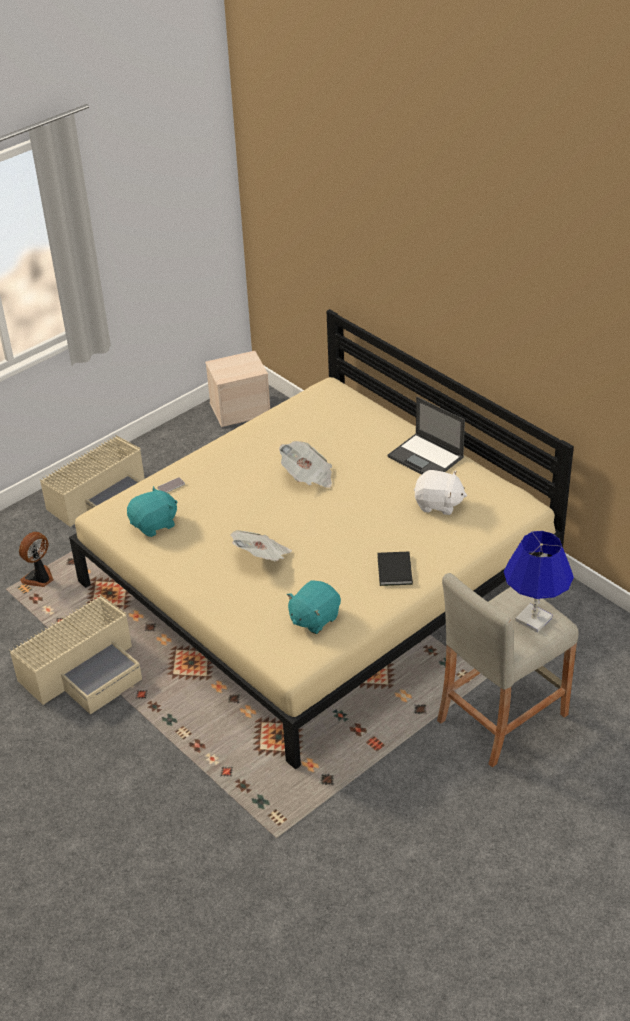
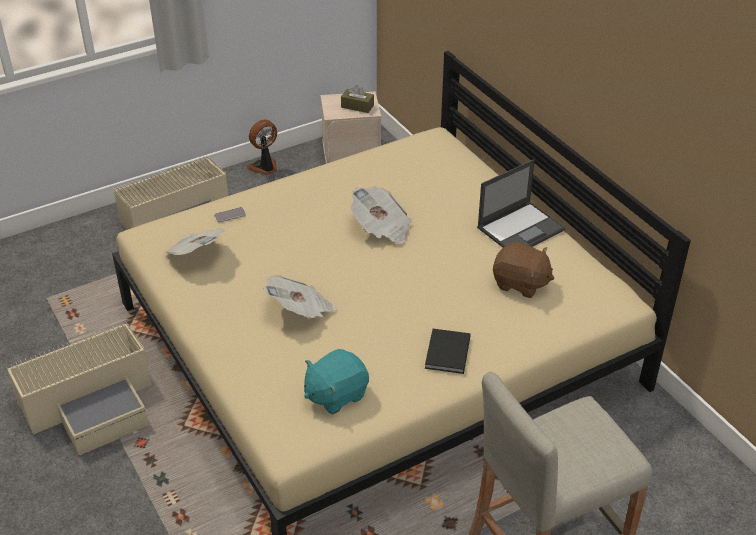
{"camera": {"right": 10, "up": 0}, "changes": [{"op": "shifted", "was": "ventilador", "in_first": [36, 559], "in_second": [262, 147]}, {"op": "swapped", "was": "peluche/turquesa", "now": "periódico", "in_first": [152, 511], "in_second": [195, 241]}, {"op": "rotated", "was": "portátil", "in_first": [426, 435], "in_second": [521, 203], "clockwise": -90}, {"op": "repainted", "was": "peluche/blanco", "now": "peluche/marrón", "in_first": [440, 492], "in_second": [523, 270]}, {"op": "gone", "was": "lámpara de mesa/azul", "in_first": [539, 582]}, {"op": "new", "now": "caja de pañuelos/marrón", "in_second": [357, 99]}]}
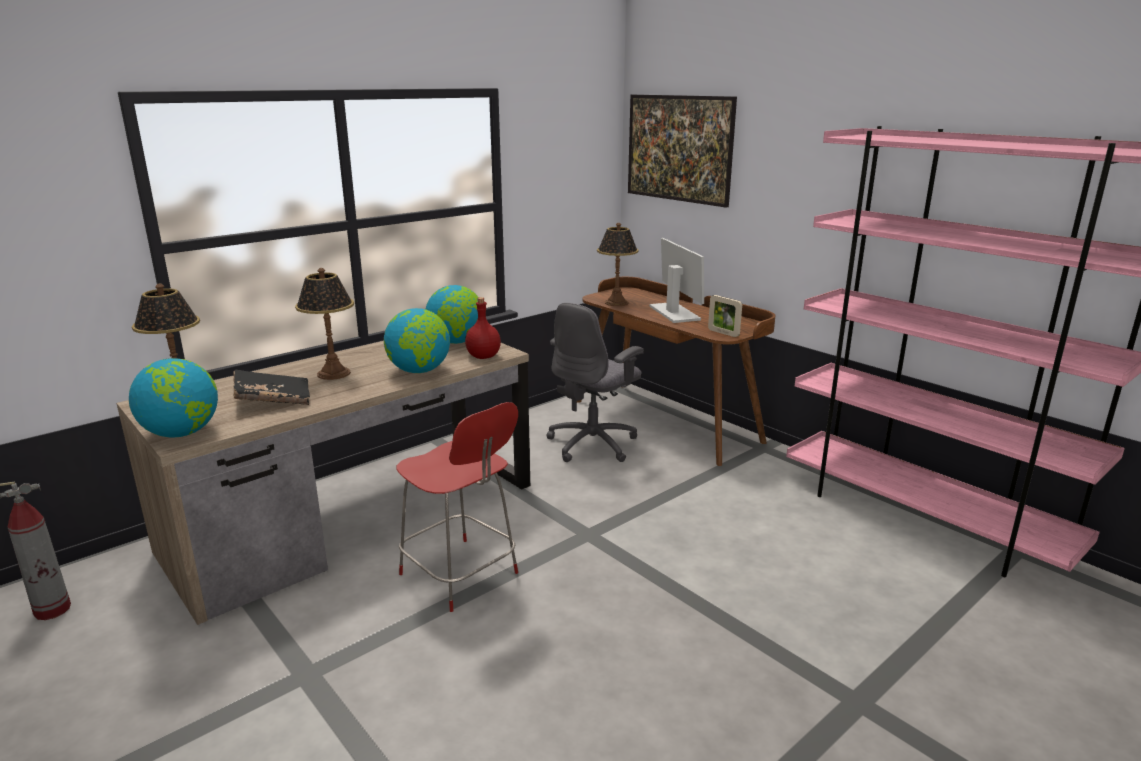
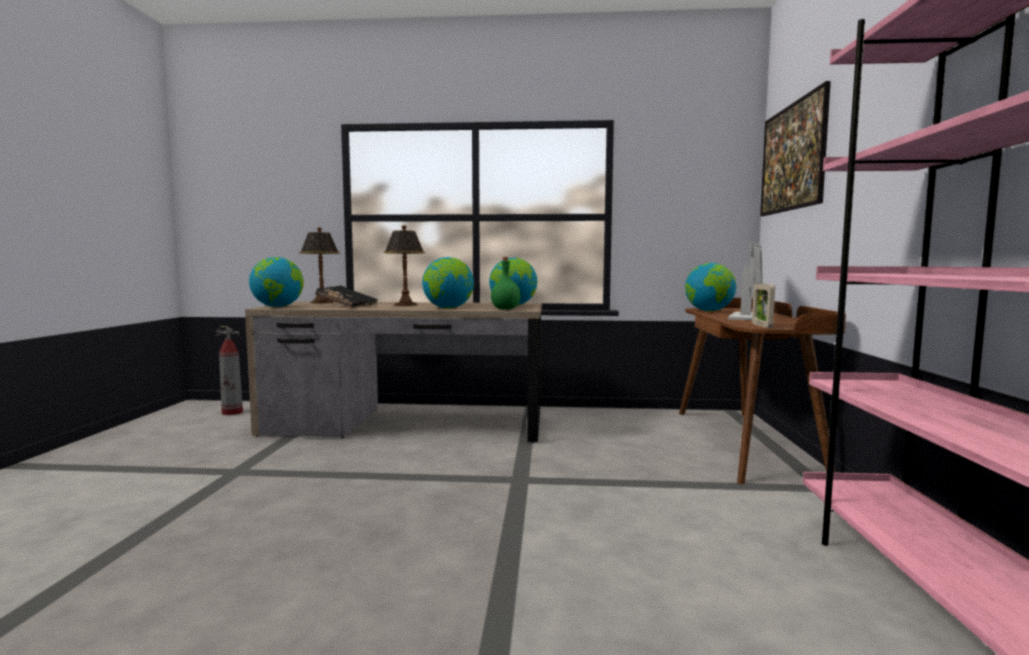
{"camera": {"right": 45, "up": -15}, "changes": [{"op": "gone", "was": "taburete/rojo", "in_first": [457, 507]}, {"op": "repainted", "was": "botella/rojo", "now": "botella/verde", "in_first": [483, 328], "in_second": [506, 283]}, {"op": "gone", "was": "silla de oficina/gris", "in_first": [595, 382]}, {"op": "swapped", "was": "lámpara de mesa", "now": "globo terráqueo", "in_first": [617, 264], "in_second": [710, 287]}]}
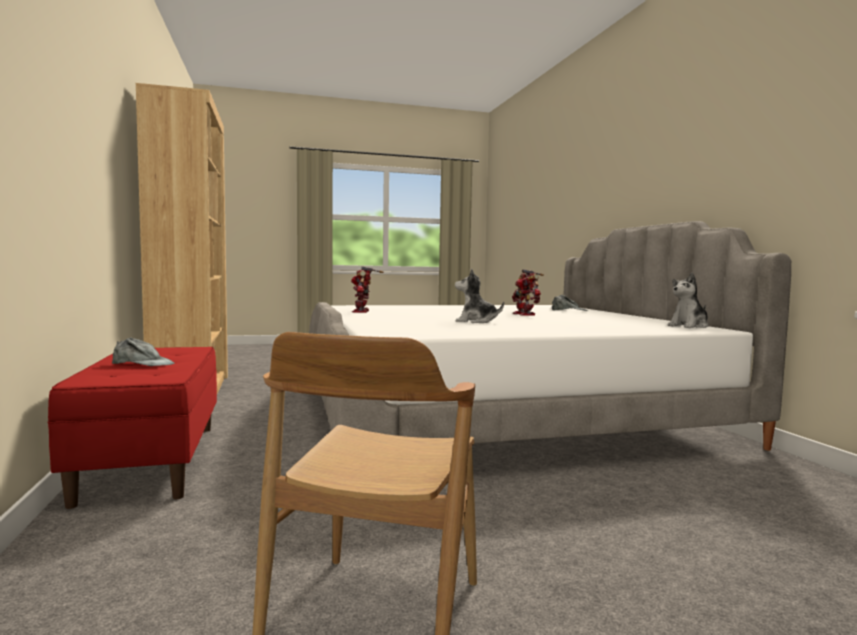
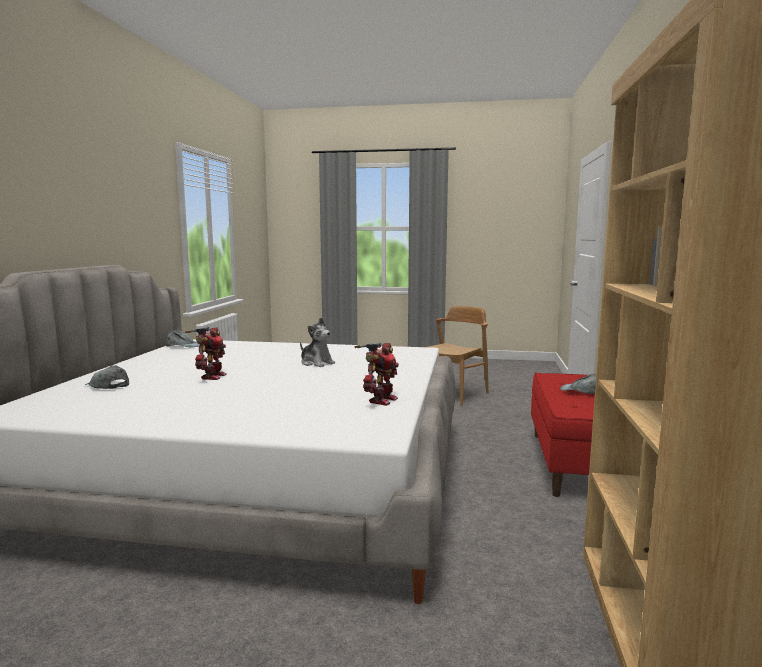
{"camera": {"right": -155, "up": 5}, "changes": [{"op": "swapped", "was": "peluche", "now": "gorra/gris", "in_first": [688, 300], "in_second": [183, 339]}]}
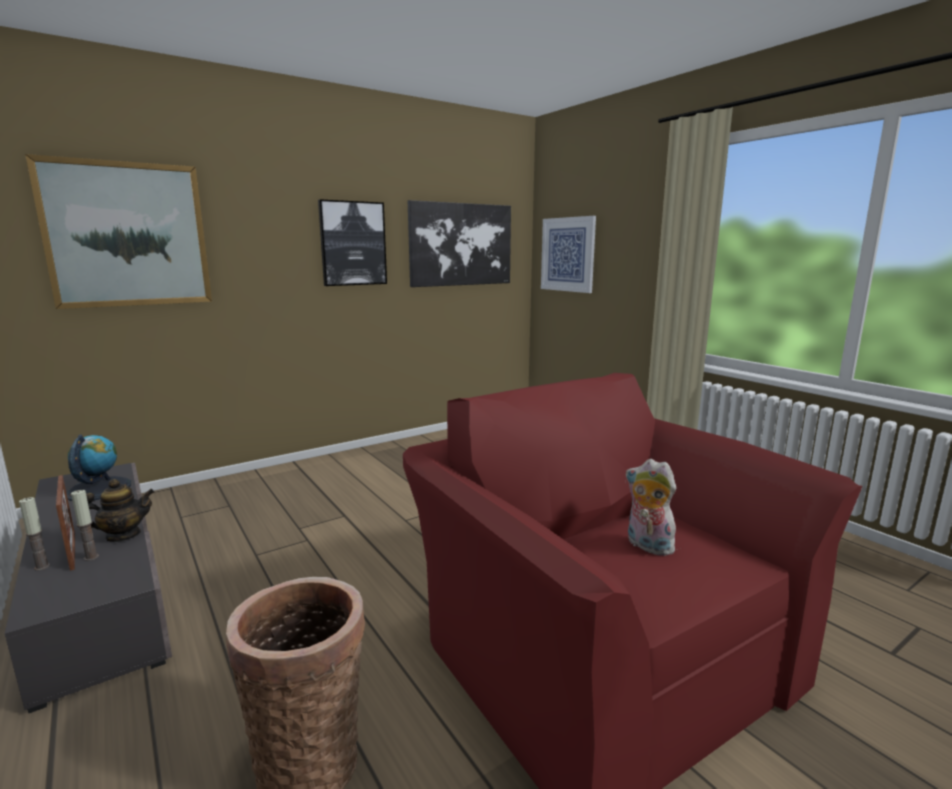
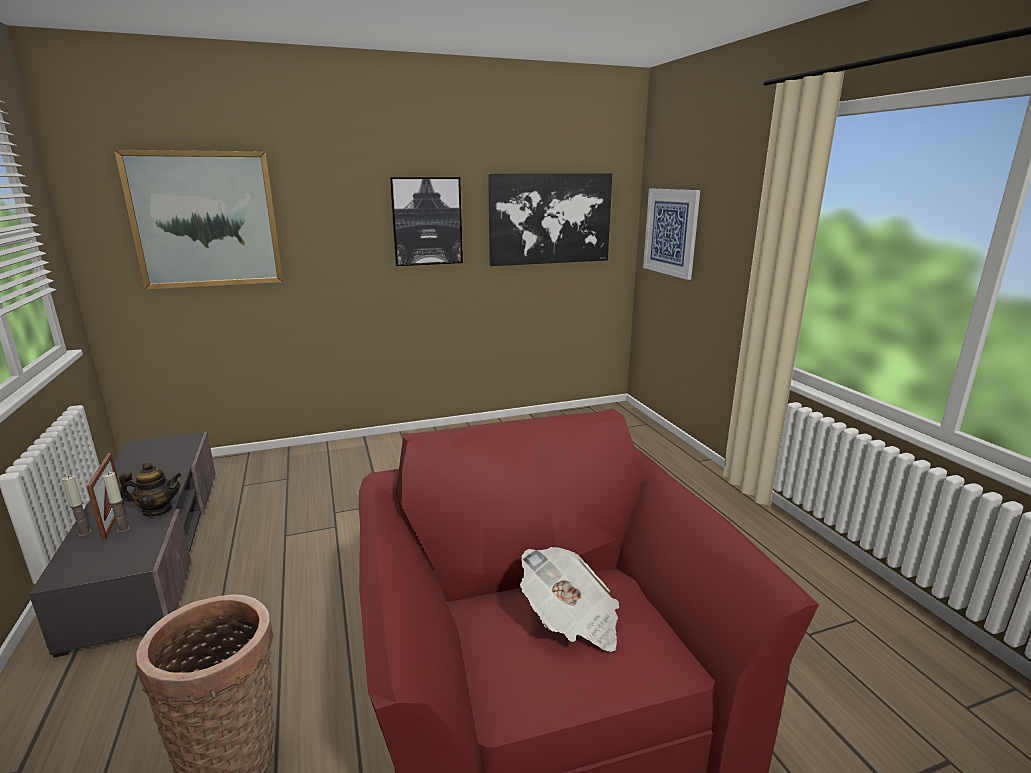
{"camera": {"right": 15, "up": 5}, "changes": [{"op": "gone", "was": "globo terráqueo", "in_first": [98, 468]}, {"op": "swapped", "was": "peluche", "now": "periódico", "in_first": [651, 507], "in_second": [569, 599]}]}
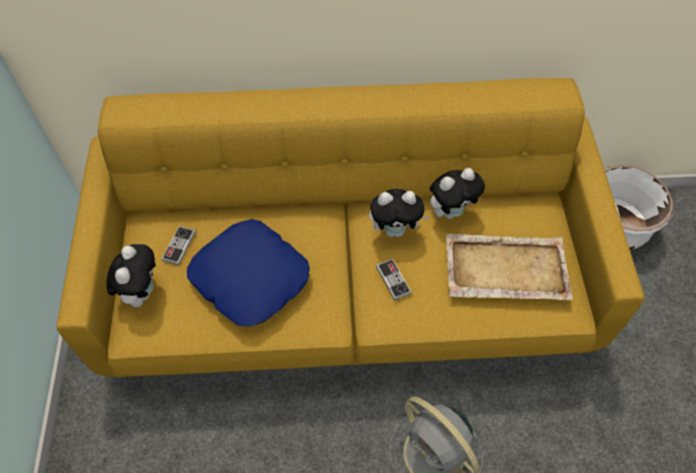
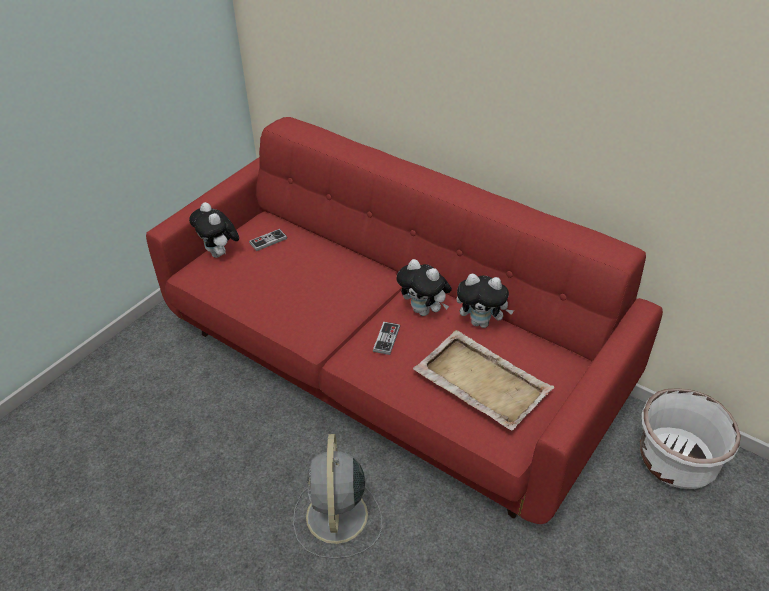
{"camera": {"right": 40, "up": -15}, "changes": [{"op": "repainted", "was": "sofá/amarillo", "now": "sofá/rojo", "in_first": [350, 227], "in_second": [404, 320]}, {"op": "rotated", "was": "peluche", "in_first": [131, 275], "in_second": [214, 230], "clockwise": 105}, {"op": "gone", "was": "cojín/azul", "in_first": [248, 273]}]}
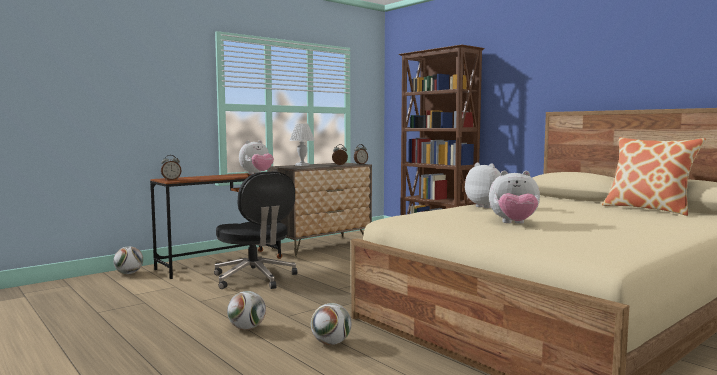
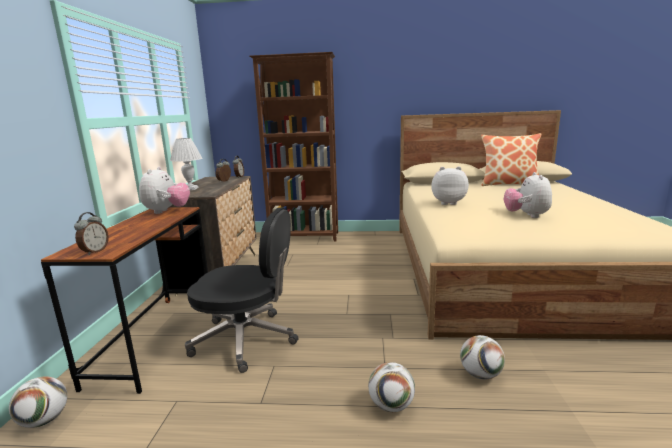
{"camera": {"right": -45, "up": 10}, "changes": [{"op": "rotated", "was": "peluche", "in_first": [514, 197], "in_second": [527, 195], "clockwise": 135}]}
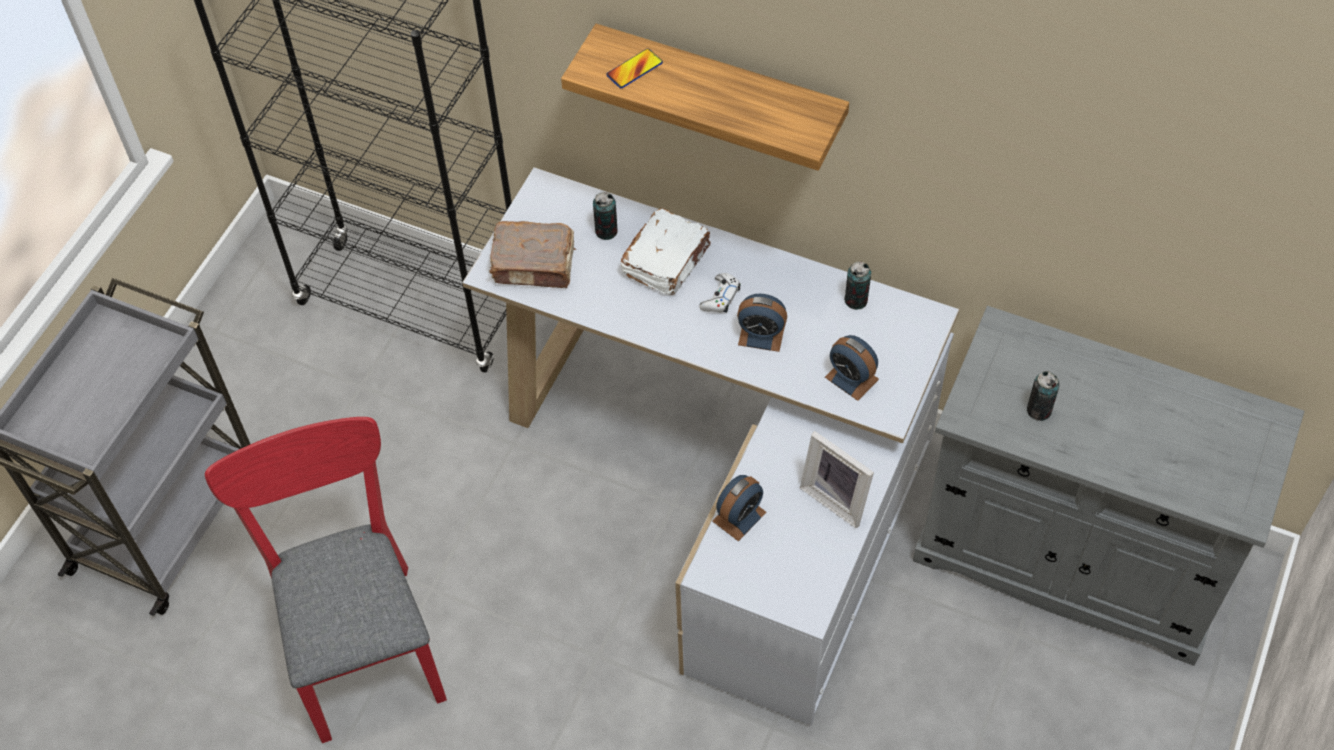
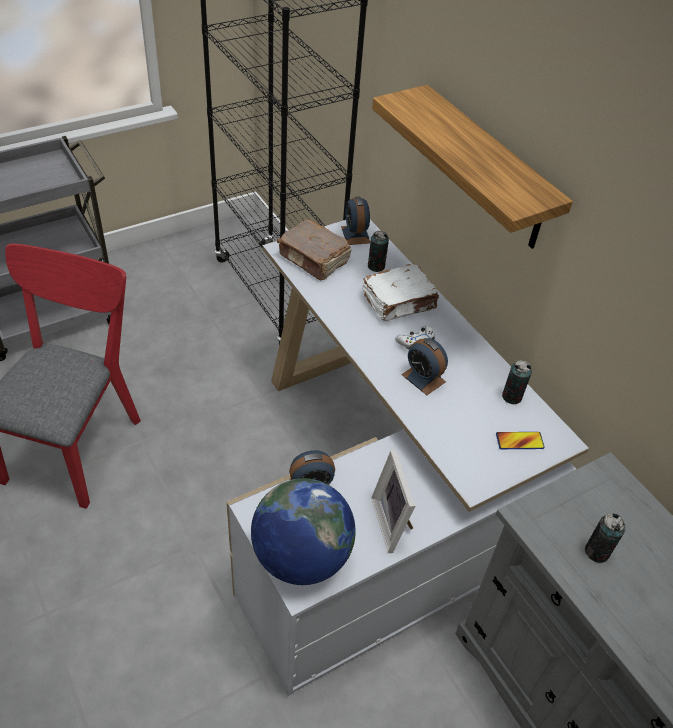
{"camera": {"right": 30, "up": -10}, "changes": [{"op": "shifted", "was": "móvil", "in_first": [634, 68], "in_second": [520, 440]}, {"op": "shifted", "was": "despertador", "in_first": [852, 368], "in_second": [355, 221]}, {"op": "new", "now": "globo terráqueo", "in_second": [303, 531]}]}
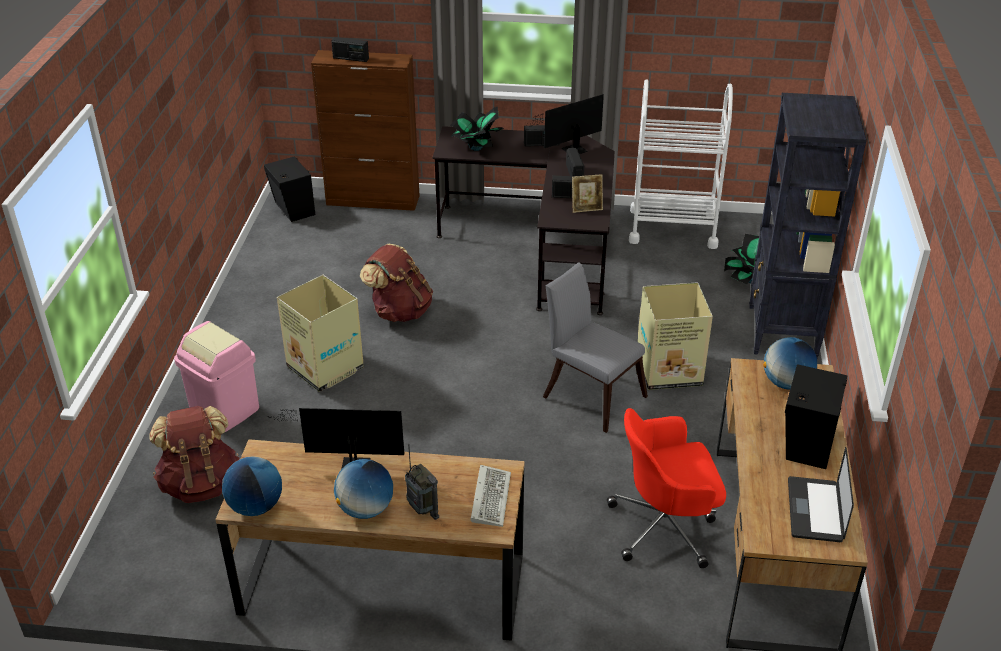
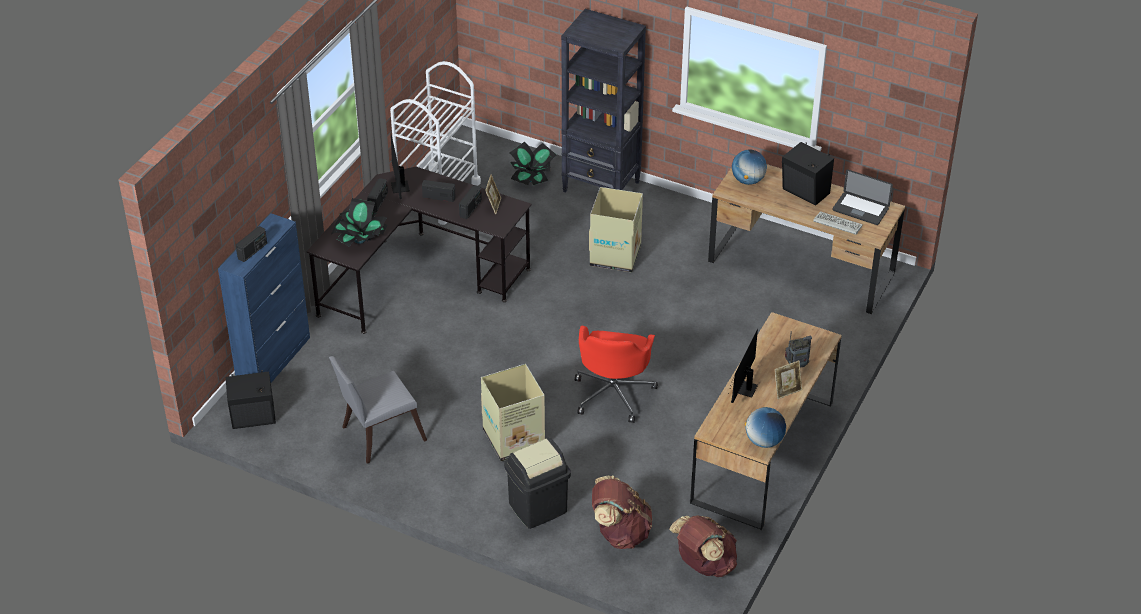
{"camera": {"right": -70, "up": 5}, "changes": [{"op": "repainted", "was": "papelera/rosa", "now": "papelera/negro", "in_first": [216, 376], "in_second": [537, 483]}, {"op": "repainted", "was": "armario/marrón", "now": "armario/azul", "in_first": [365, 130], "in_second": [264, 298]}, {"op": "swapped", "was": "globo terráqueo", "now": "portarretratos", "in_first": [363, 489], "in_second": [788, 379]}, {"op": "shifted", "was": "mochila/marrón", "in_first": [396, 283], "in_second": [703, 546]}, {"op": "shifted", "was": "teclado", "in_first": [490, 496], "in_second": [838, 223]}, {"op": "shifted", "was": "silla/gris", "in_first": [595, 347], "in_second": [378, 410]}, {"op": "shifted", "was": "silla de oficina/rojo", "in_first": [666, 488], "in_second": [616, 374]}]}
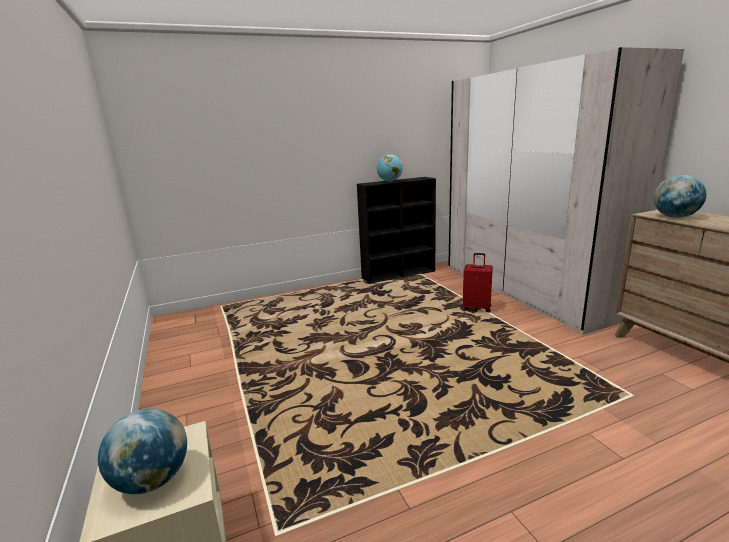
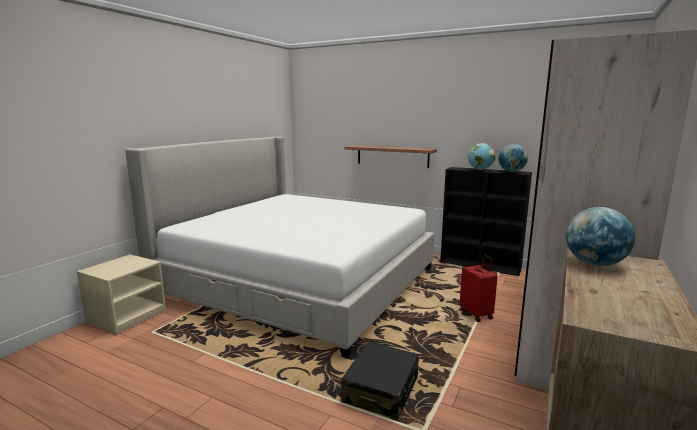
{"camera": {"right": 50, "up": -5}, "changes": [{"op": "shifted", "was": "globo terráqueo", "in_first": [142, 451], "in_second": [513, 158]}, {"op": "new", "now": "cama", "in_second": [279, 247]}, {"op": "new", "now": "maleta/negro", "in_second": [380, 380]}, {"op": "new", "now": "estante", "in_second": [390, 156]}]}
